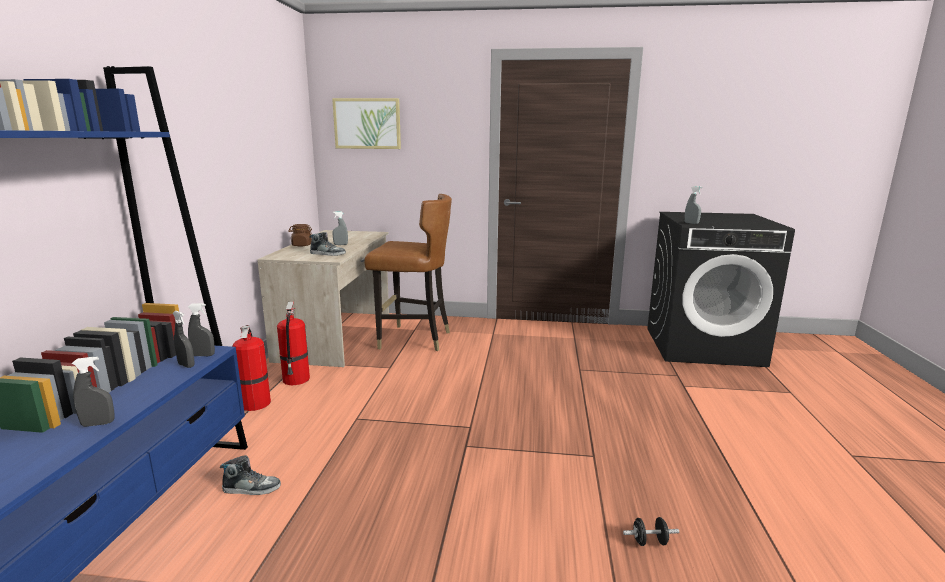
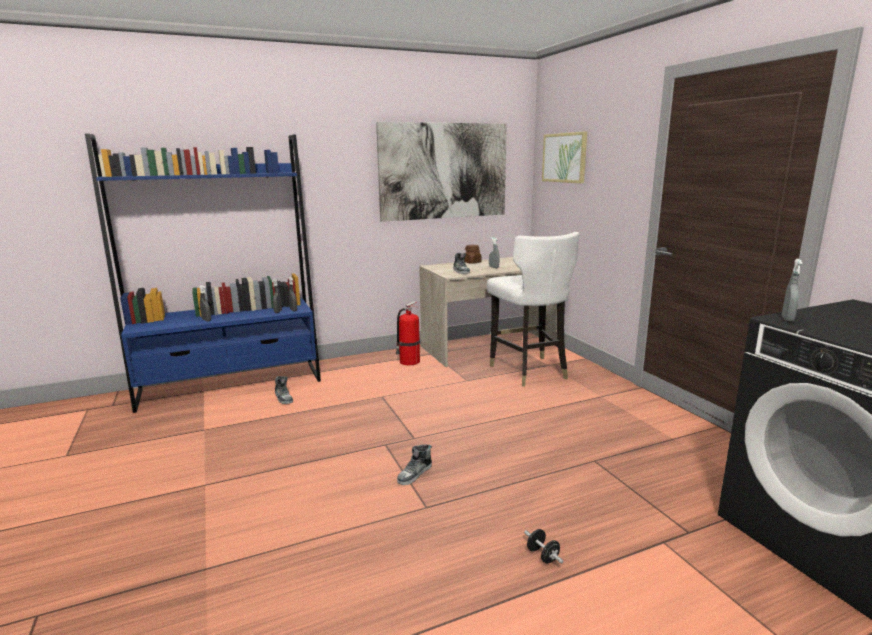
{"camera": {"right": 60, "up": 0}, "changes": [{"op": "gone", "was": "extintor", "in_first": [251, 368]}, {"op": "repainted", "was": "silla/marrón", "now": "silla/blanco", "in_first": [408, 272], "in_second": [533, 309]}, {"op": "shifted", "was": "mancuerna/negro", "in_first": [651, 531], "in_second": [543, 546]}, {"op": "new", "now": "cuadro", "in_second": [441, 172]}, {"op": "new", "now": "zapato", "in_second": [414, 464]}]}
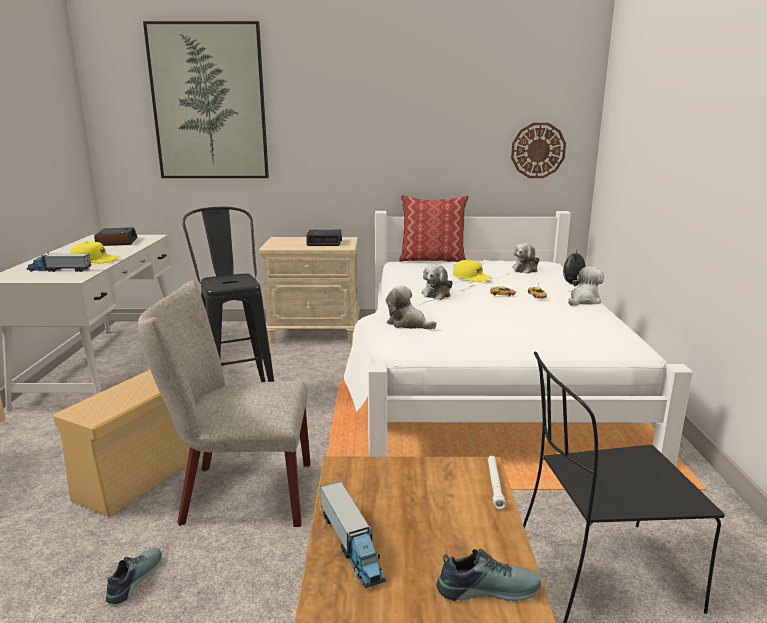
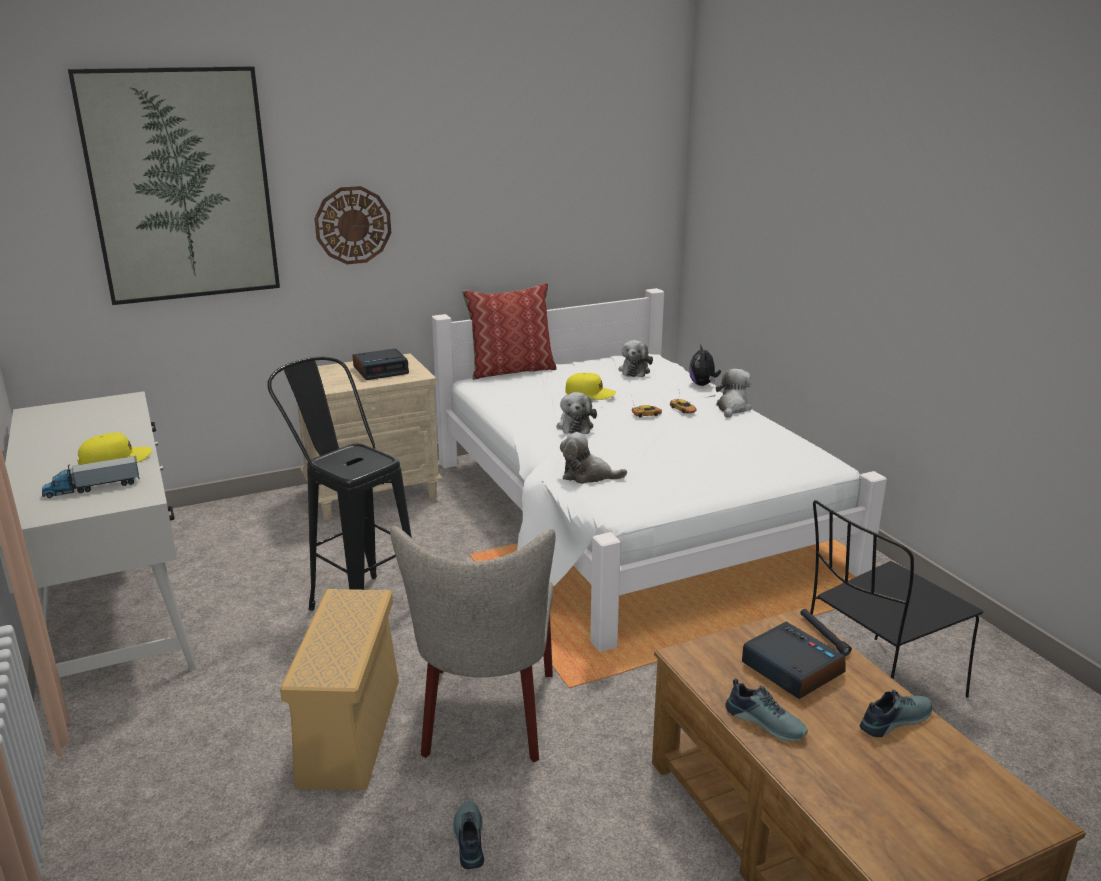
{"camera": {"right": -25, "up": 5}, "changes": [{"op": "shifted", "was": "despertador", "in_first": [115, 236], "in_second": [794, 660]}, {"op": "rotated", "was": "silla/beis", "in_first": [224, 403], "in_second": [472, 644], "clockwise": -60}, {"op": "swapped", "was": "camión de juguete", "now": "zapato", "in_first": [353, 534], "in_second": [766, 710]}, {"op": "repainted", "was": "linterna/blanco", "now": "linterna/negro", "in_first": [497, 483], "in_second": [826, 632]}, {"op": "shifted", "was": "reloj de pared", "in_first": [538, 150], "in_second": [352, 225]}]}
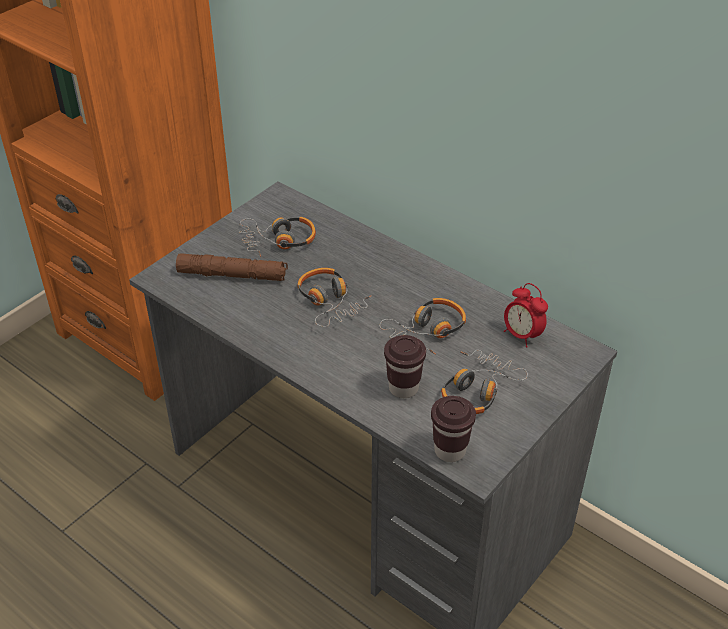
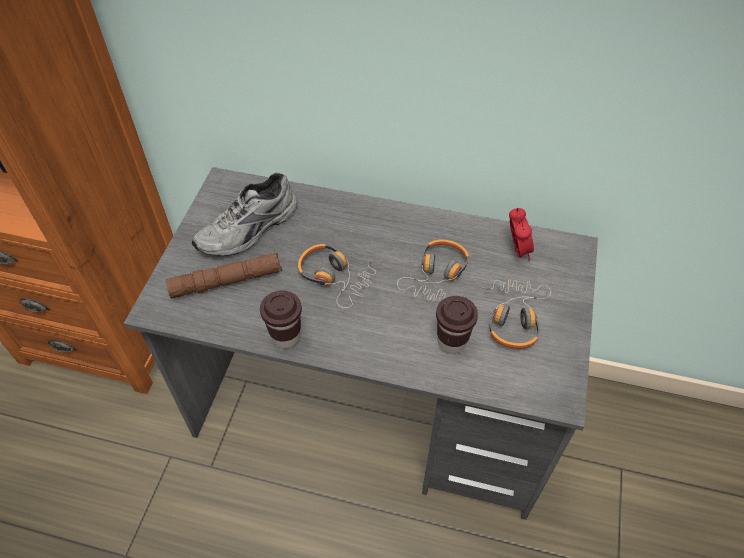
{"camera": {"right": -25, "up": 10}, "changes": [{"op": "swapped", "was": "auriculares", "now": "zapato/gris", "in_first": [277, 237], "in_second": [244, 214]}, {"op": "shifted", "was": "taza/marrón", "in_first": [453, 429], "in_second": [281, 319]}, {"op": "rotated", "was": "despertador", "in_first": [526, 315], "in_second": [521, 234], "clockwise": -120}]}
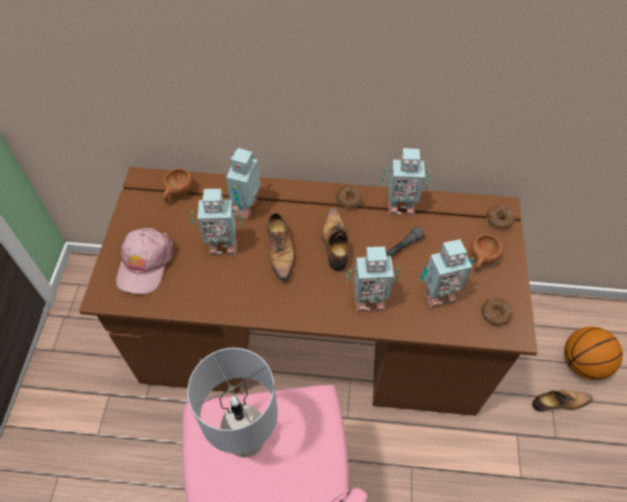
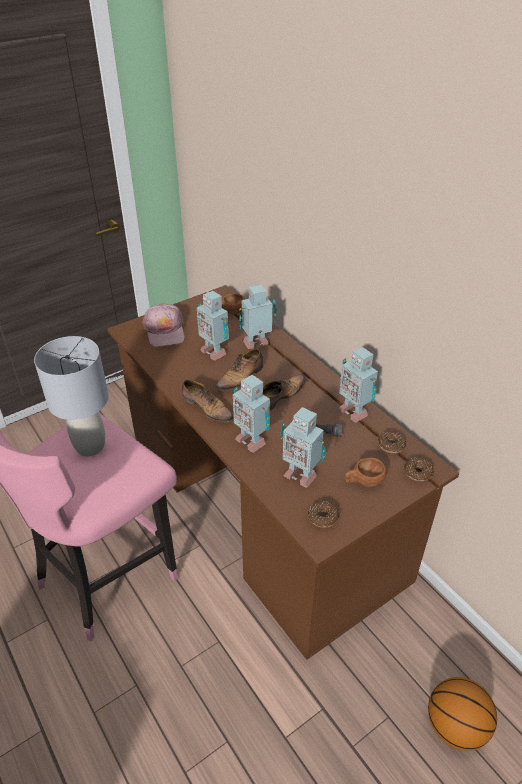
{"camera": {"right": 50, "up": -15}, "changes": [{"op": "rotated", "was": "gorra/rosa", "in_first": [145, 261], "in_second": [163, 325], "clockwise": -75}, {"op": "shifted", "was": "rosquilla", "in_first": [349, 197], "in_second": [392, 442]}, {"op": "shifted", "was": "zapato", "in_first": [562, 401], "in_second": [207, 400]}]}
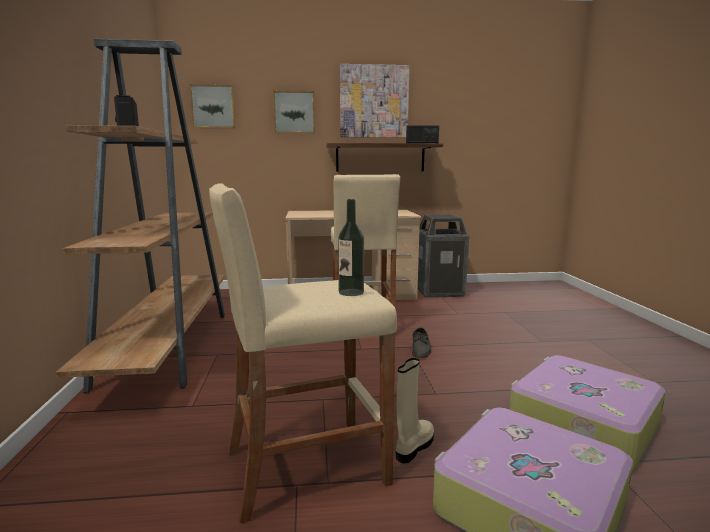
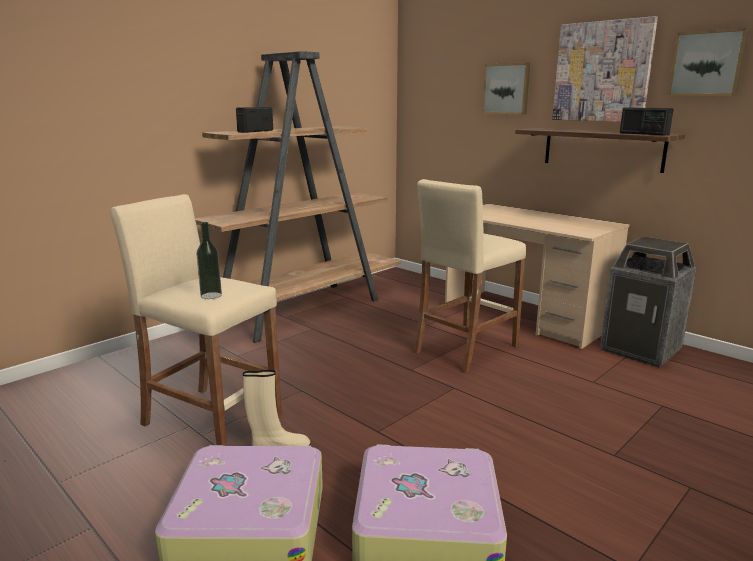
{"camera": {"right": 50, "up": 5}, "changes": [{"op": "shifted", "was": "cuadro", "in_first": [212, 106], "in_second": [708, 62]}, {"op": "gone", "was": "zapato/gris", "in_first": [421, 342]}]}
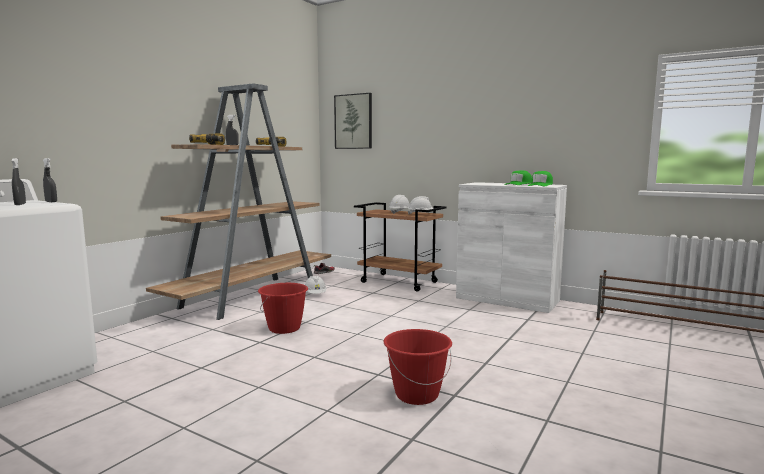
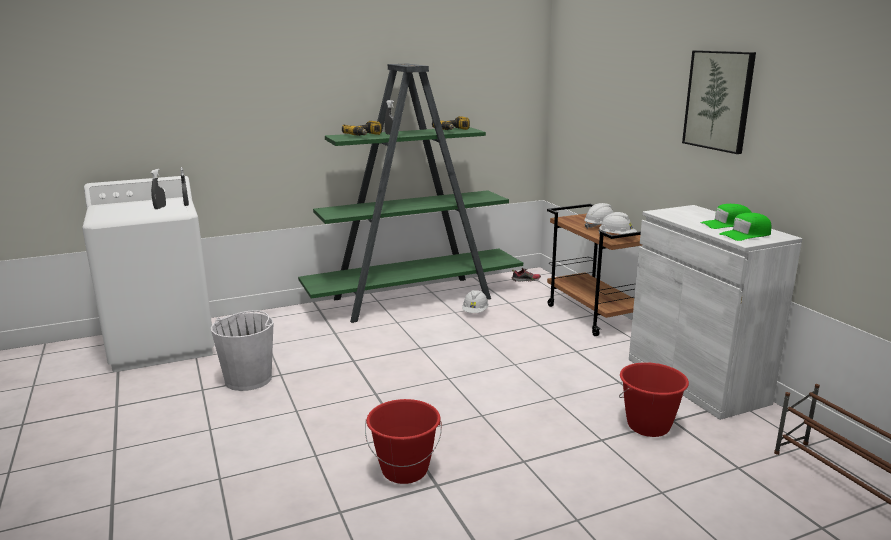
{"camera": {"right": 35, "up": 10}, "changes": [{"op": "repainted", "was": "estantería/marrón", "now": "estantería/verde", "in_first": [238, 201], "in_second": [410, 193]}, {"op": "shifted", "was": "cubo/rojo", "in_first": [283, 308], "in_second": [654, 399]}, {"op": "shifted", "was": "cuadro", "in_first": [353, 121], "in_second": [719, 102]}, {"op": "new", "now": "cubo/blanco", "in_second": [242, 350]}]}
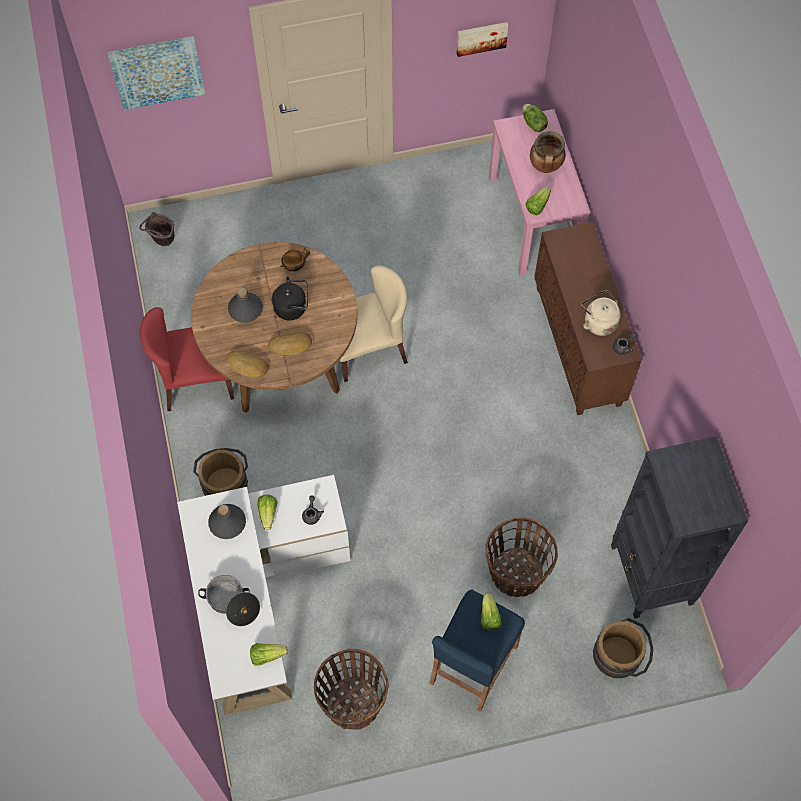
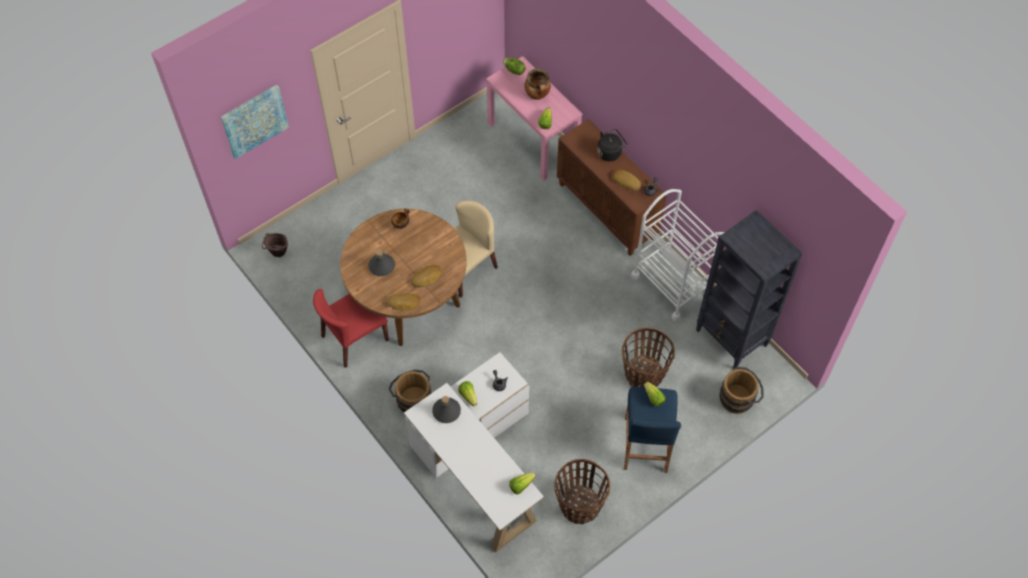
{"camera": {"right": -25, "up": -5}, "changes": [{"op": "gone", "was": "olla", "in_first": [229, 600]}, {"op": "shifted", "was": "hervidor/negro", "in_first": [290, 299], "in_second": [612, 145]}, {"op": "gone", "was": "cuadro", "in_first": [482, 39]}, {"op": "swapped", "was": "hervidor/beis", "now": "pan", "in_first": [601, 313], "in_second": [626, 180]}, {"op": "new", "now": "carrito/blanco", "in_second": [677, 255]}]}
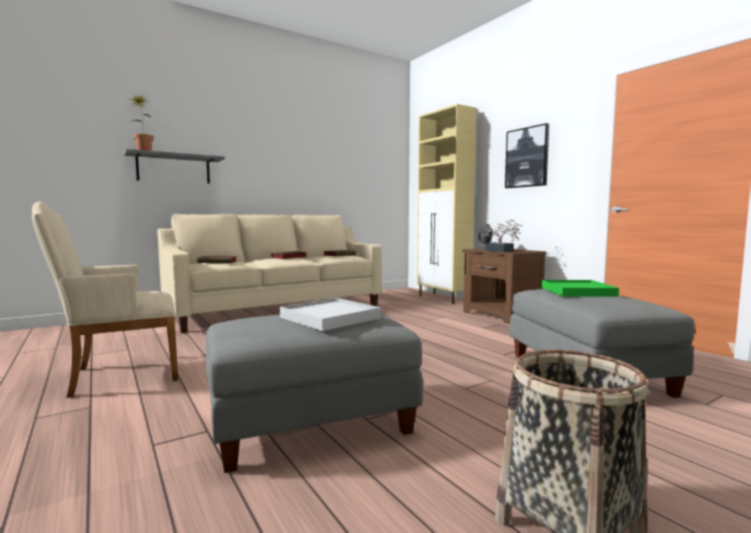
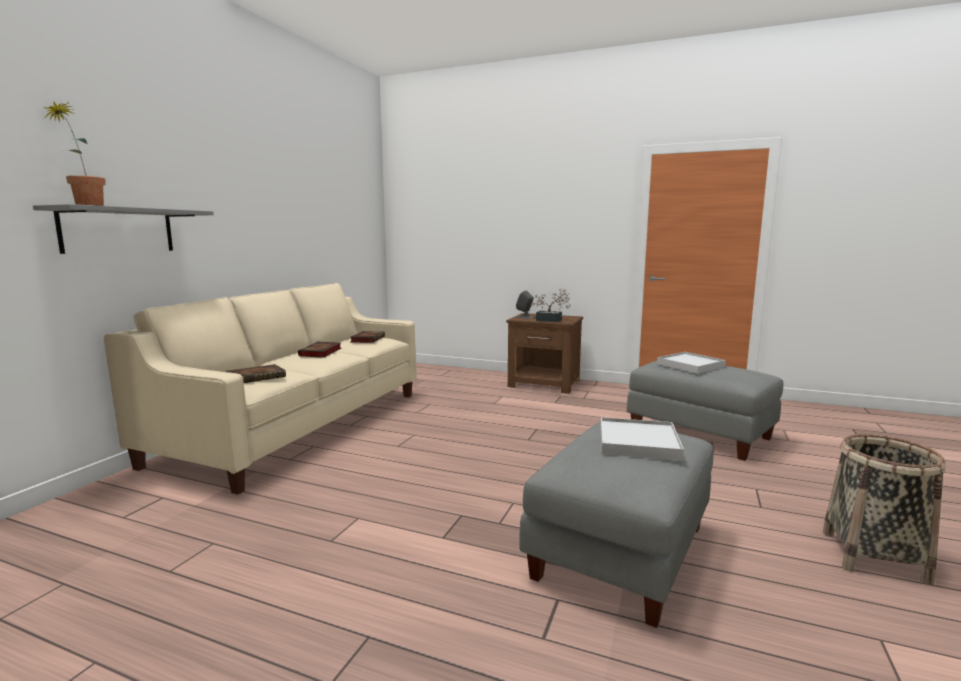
{"camera": {"right": -35, "up": 5}, "changes": [{"op": "gone", "was": "sillón/beis", "in_first": [105, 299]}, {"op": "gone", "was": "armario/beis", "in_first": [447, 204]}, {"op": "gone", "was": "cuadro", "in_first": [527, 155]}, {"op": "repainted", "was": "bandeja/verde", "now": "bandeja/blanco", "in_first": [580, 288], "in_second": [691, 363]}]}
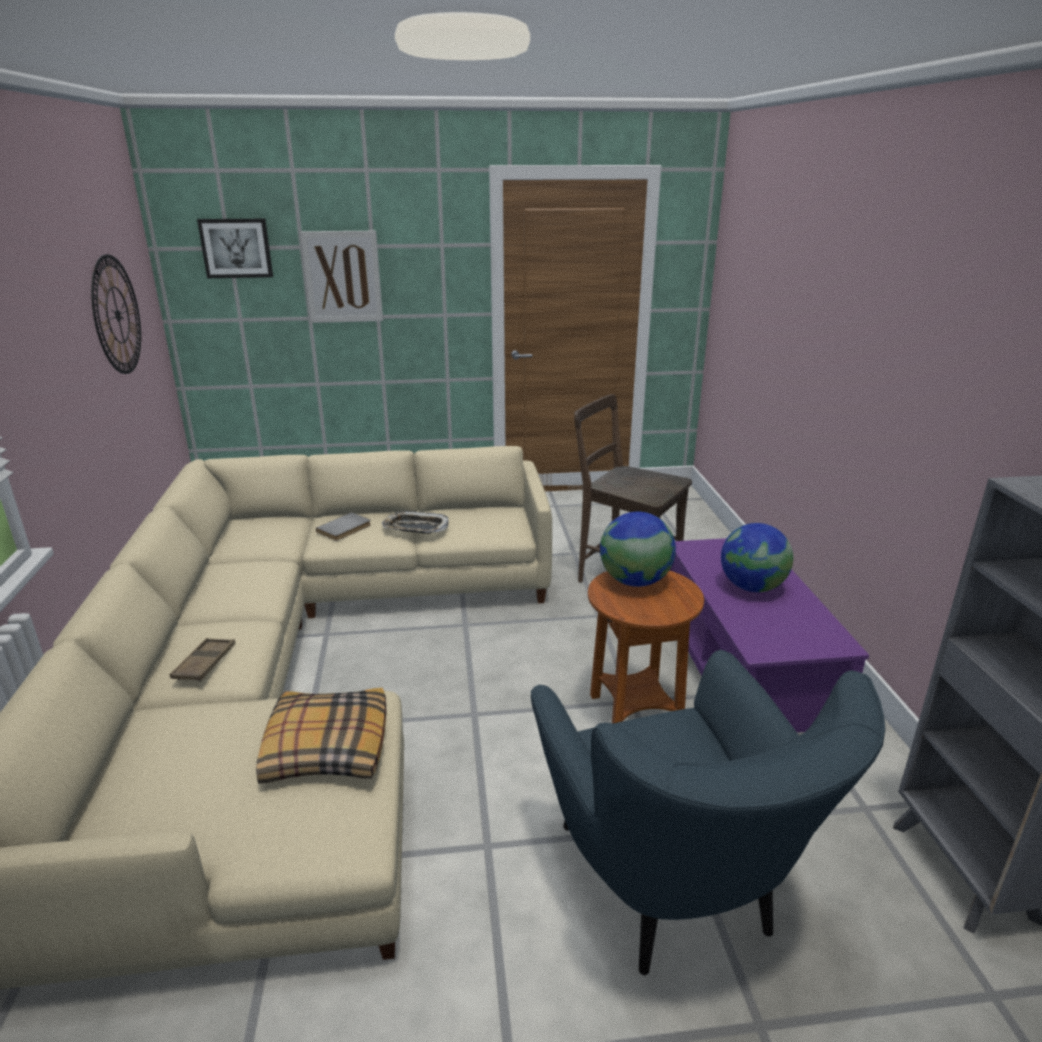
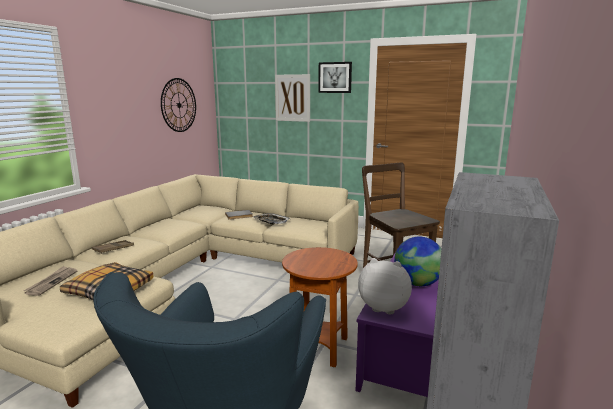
{"camera": {"right": 30, "up": -10}, "changes": [{"op": "shifted", "was": "cuadro", "in_first": [235, 248], "in_second": [335, 77]}, {"op": "gone", "was": "globo terráqueo", "in_first": [638, 549]}, {"op": "new", "now": "periódico", "in_second": [50, 281]}, {"op": "new", "now": "peluche", "in_second": [385, 286]}]}
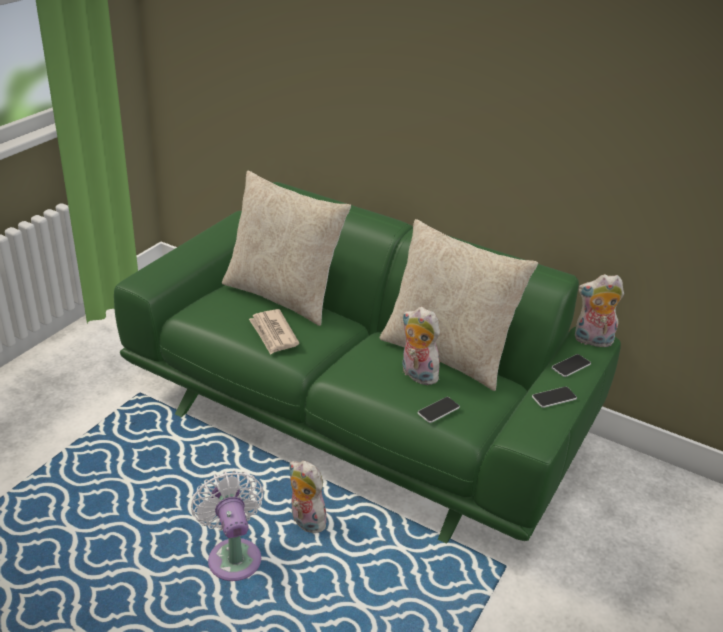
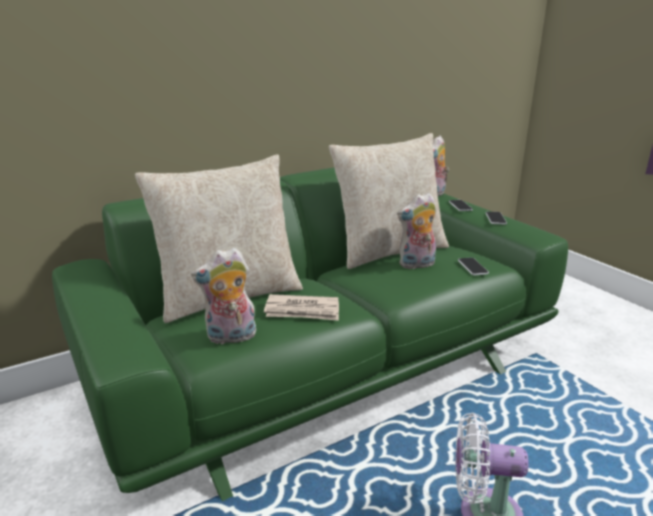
{"camera": {"right": -60, "up": -10}, "changes": [{"op": "shifted", "was": "peluche", "in_first": [309, 496], "in_second": [223, 296]}]}
